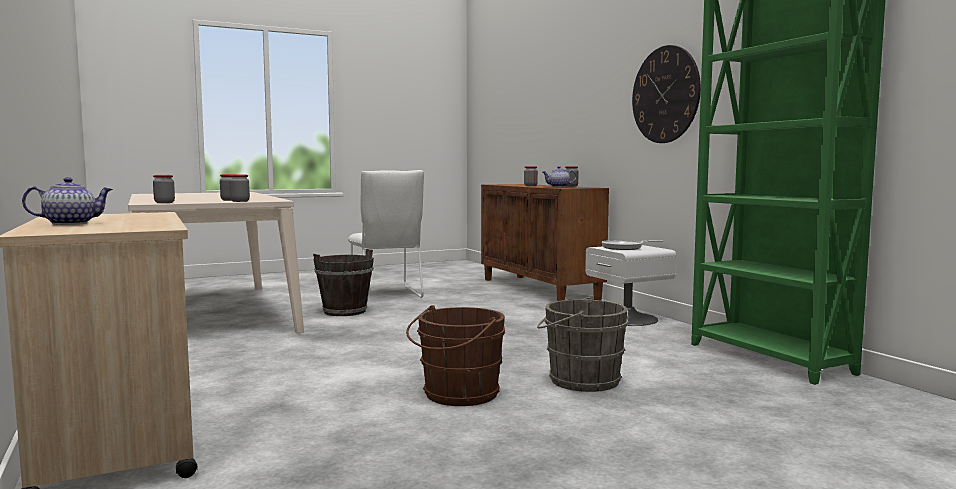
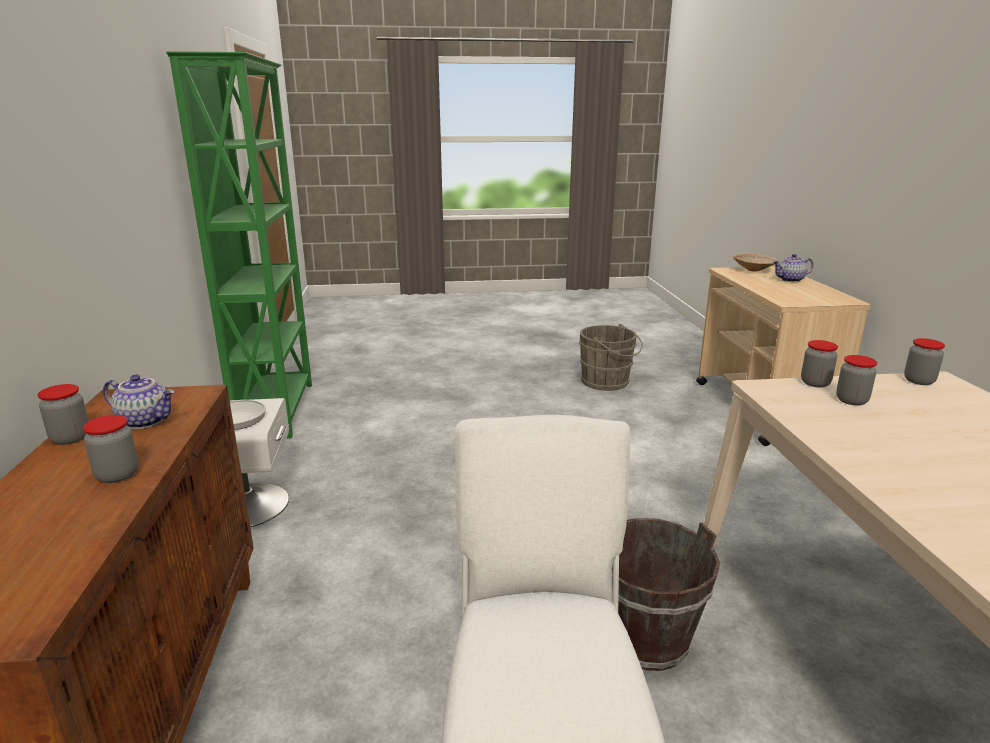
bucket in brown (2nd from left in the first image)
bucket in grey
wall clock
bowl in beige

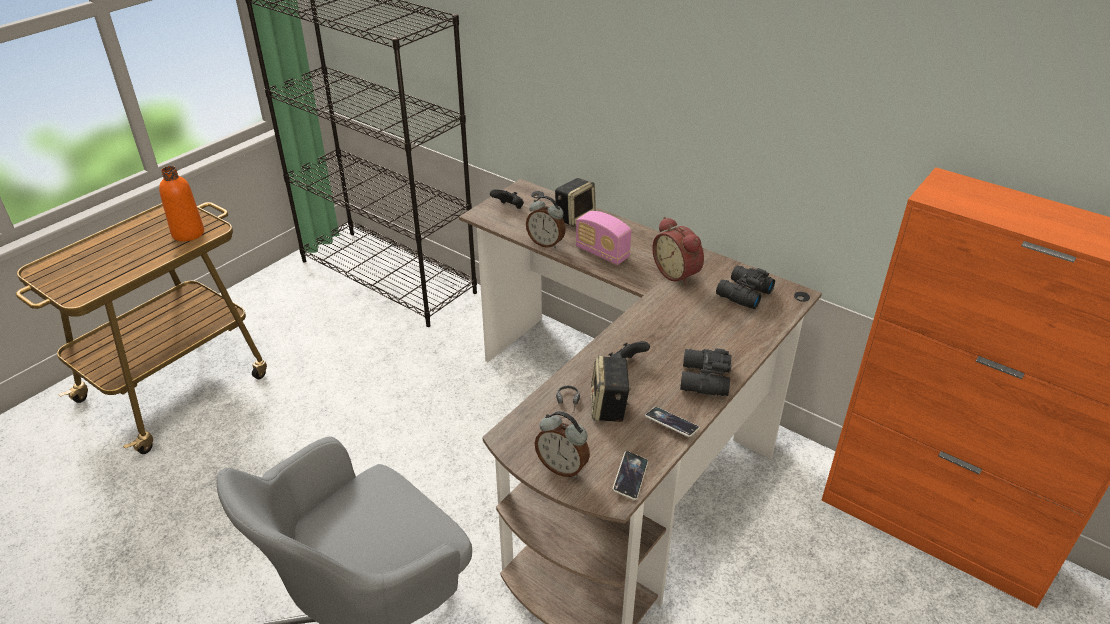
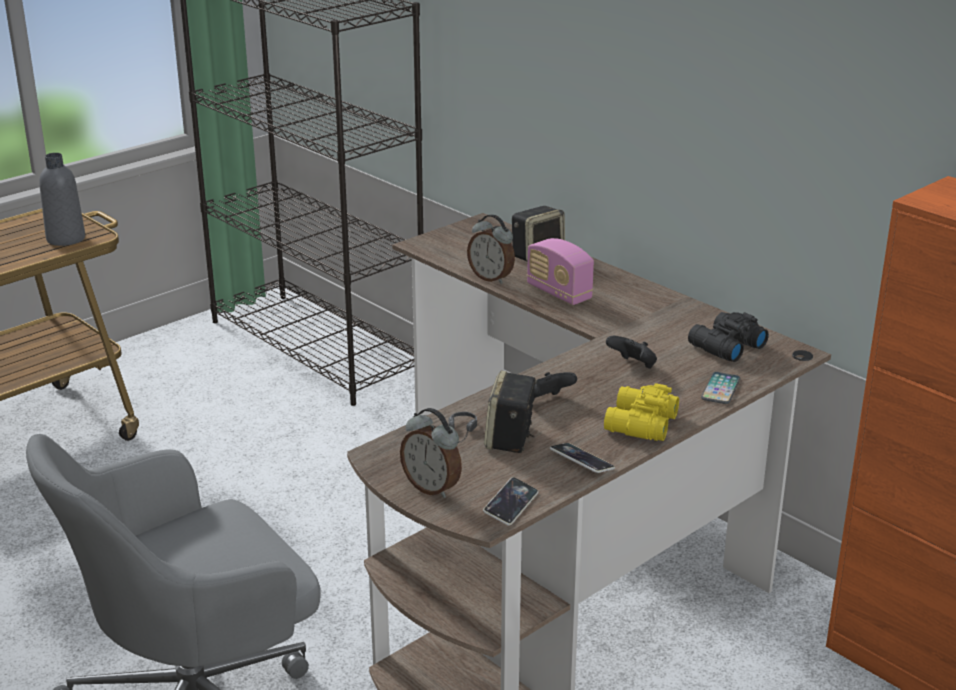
bottle in grey
game controller in black (2nd from left)
alarm clock (3rd from left in the first image)
binoculars in yellow
phone (3rd from left)

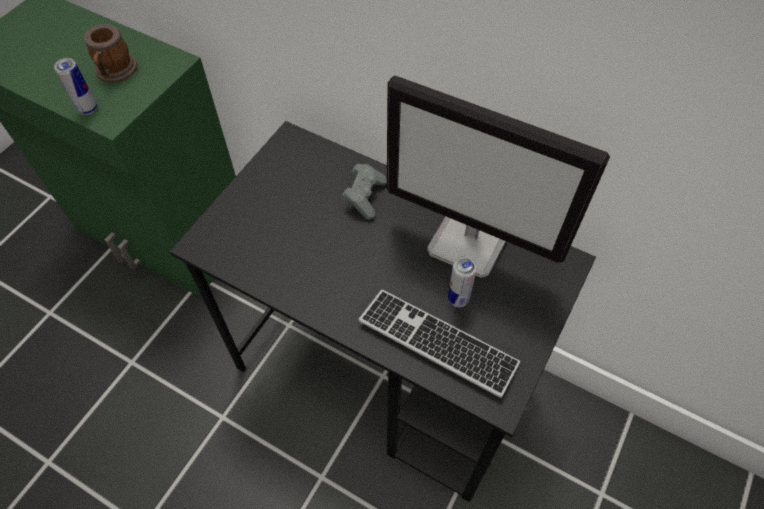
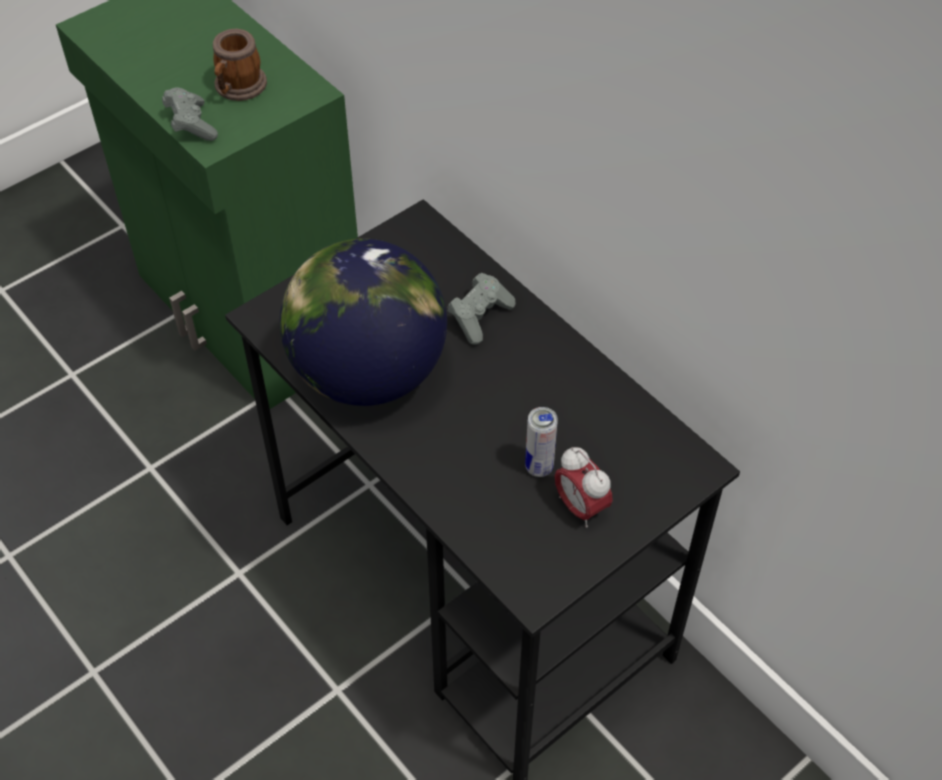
game controller in grey (1st from left)
keyboard
monitor
globe
alarm clock

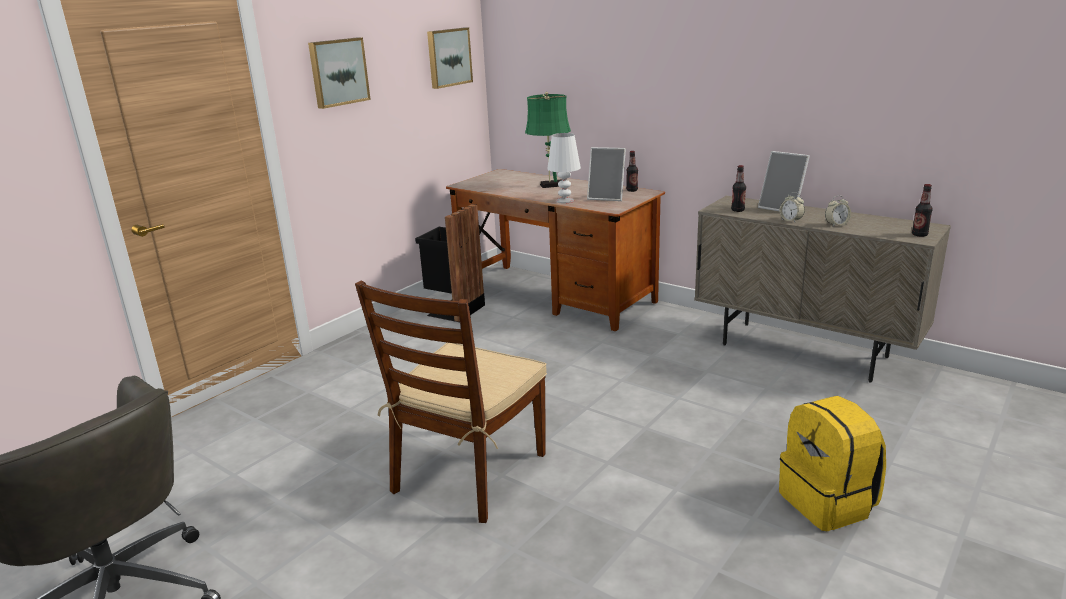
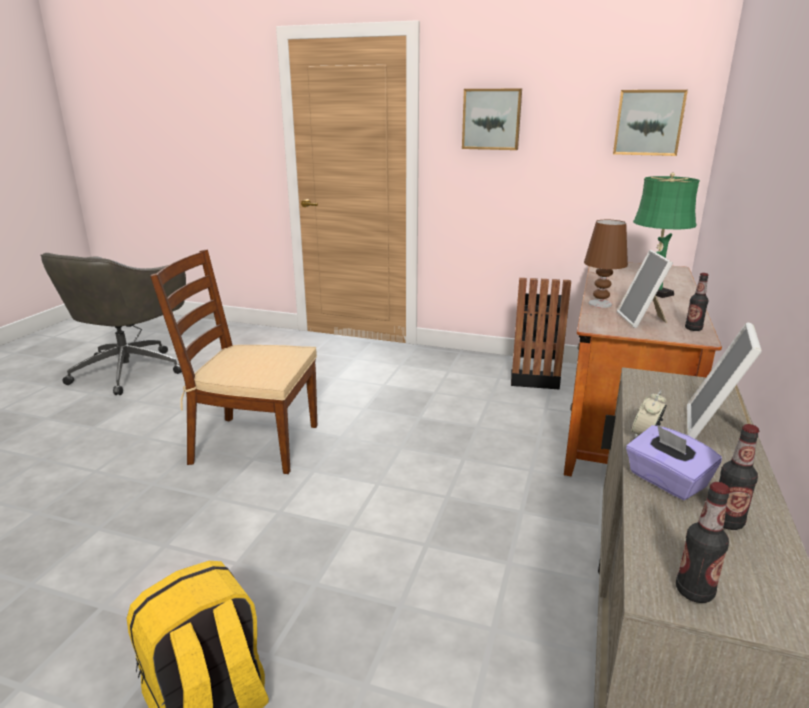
table lamp in brown
bottle (3rd from left)
tissue box in purple

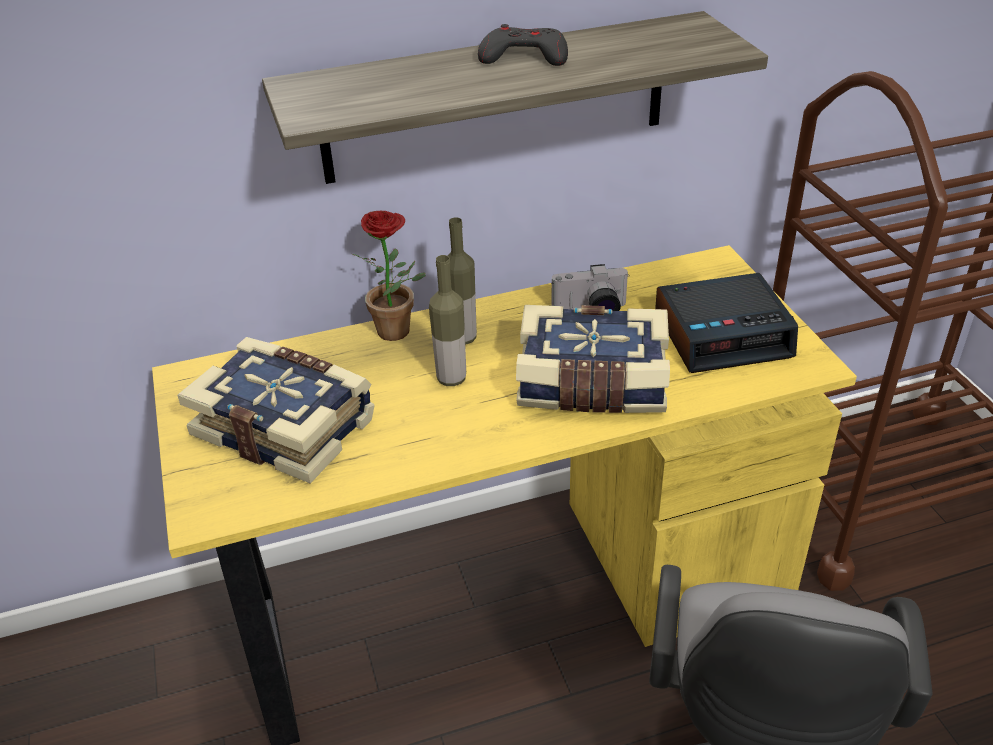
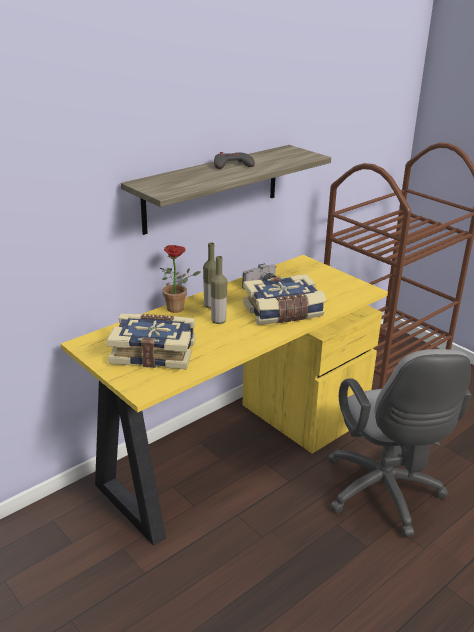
alarm clock

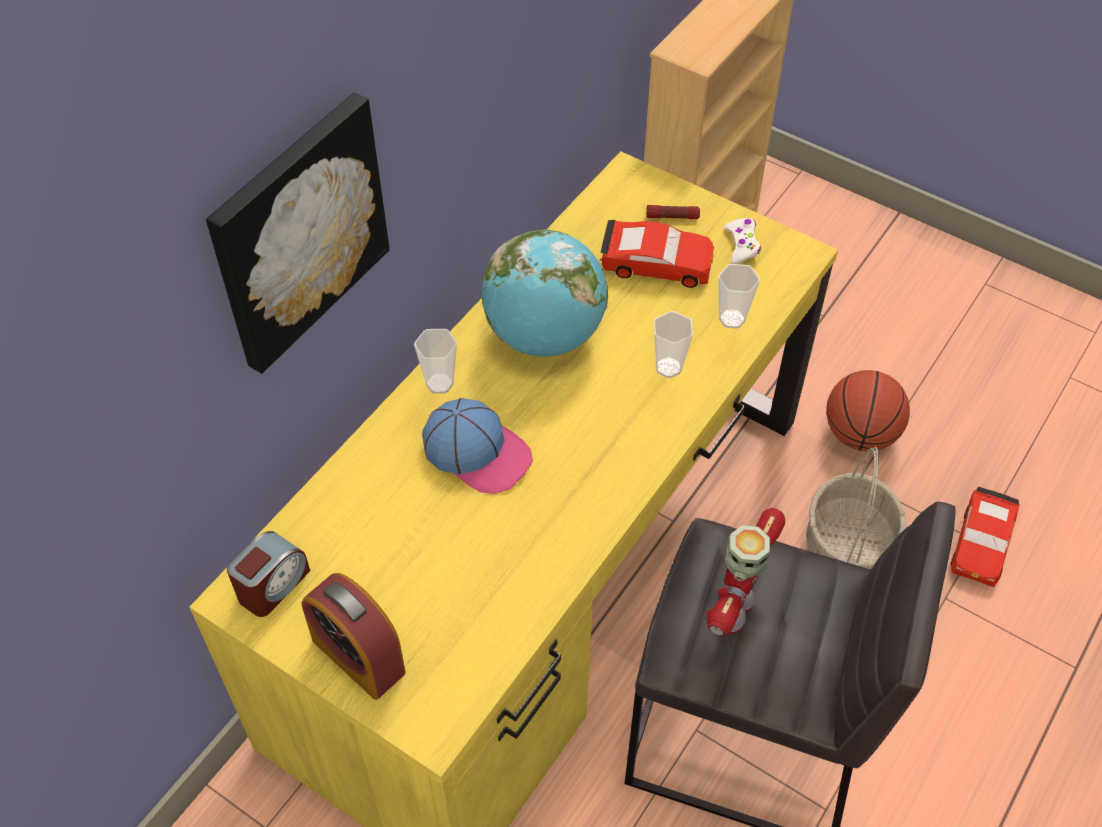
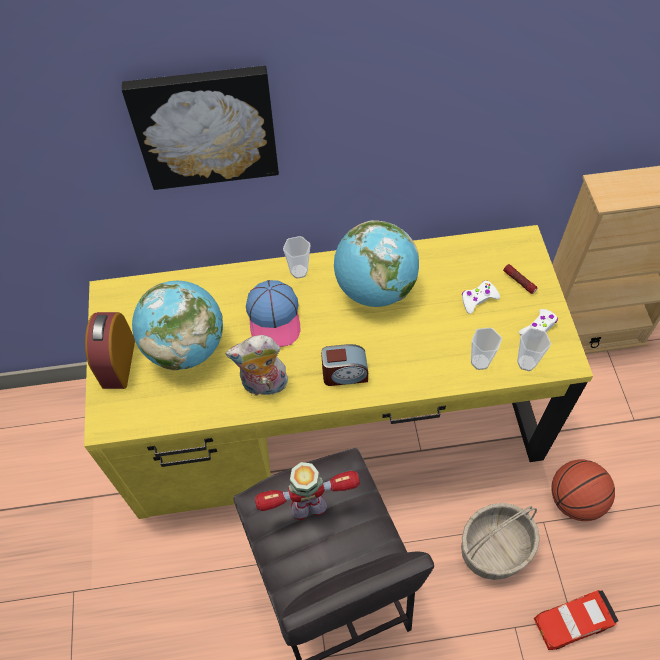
alarm clock (2nd from left)
game controller in white (1st from left)
cup (3rd from left)
globe (1st from left)
plush toy

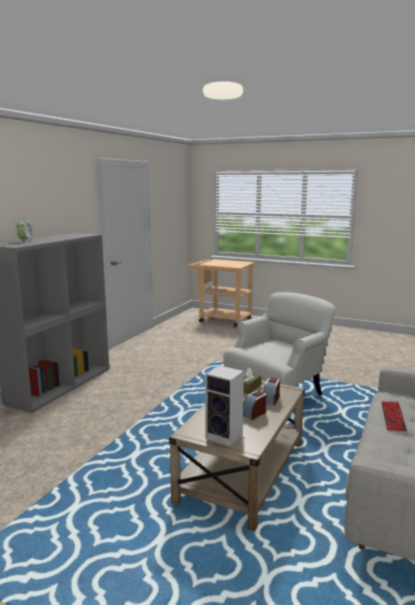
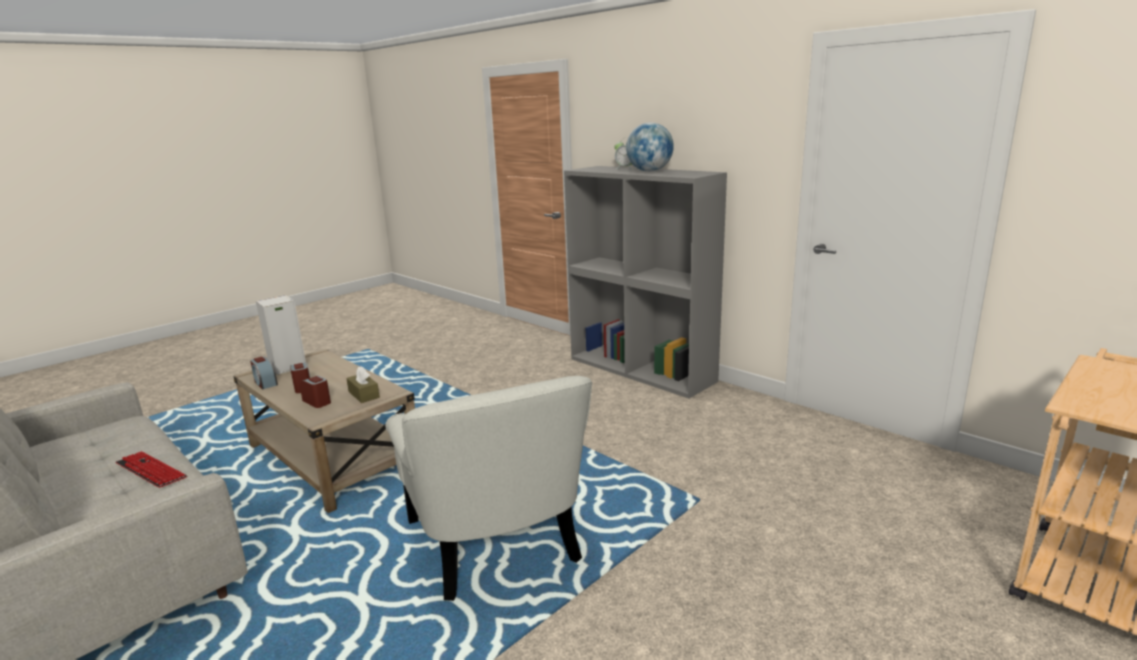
alarm clock (1st from left)
globe

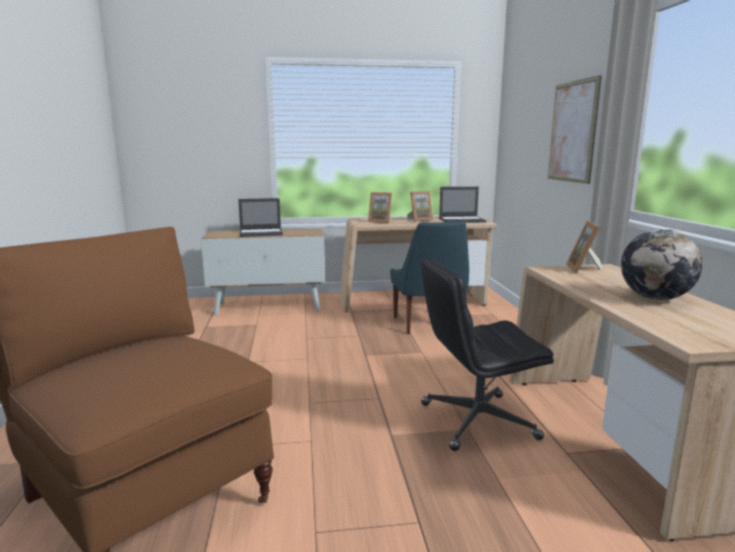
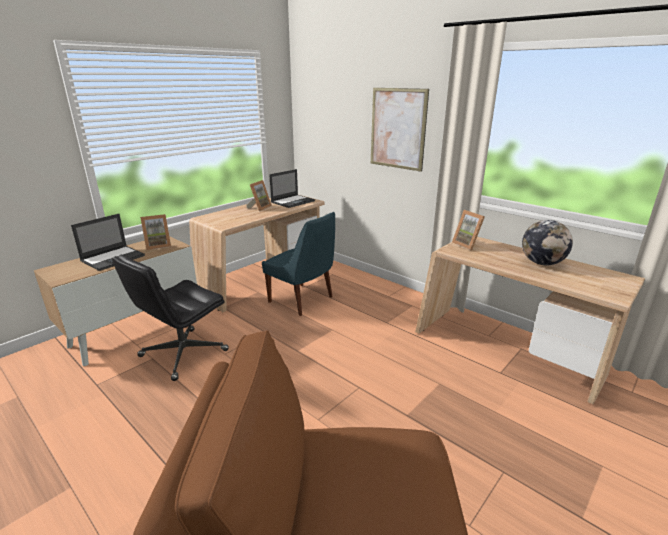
picture frame (1st from left)
office chair in black

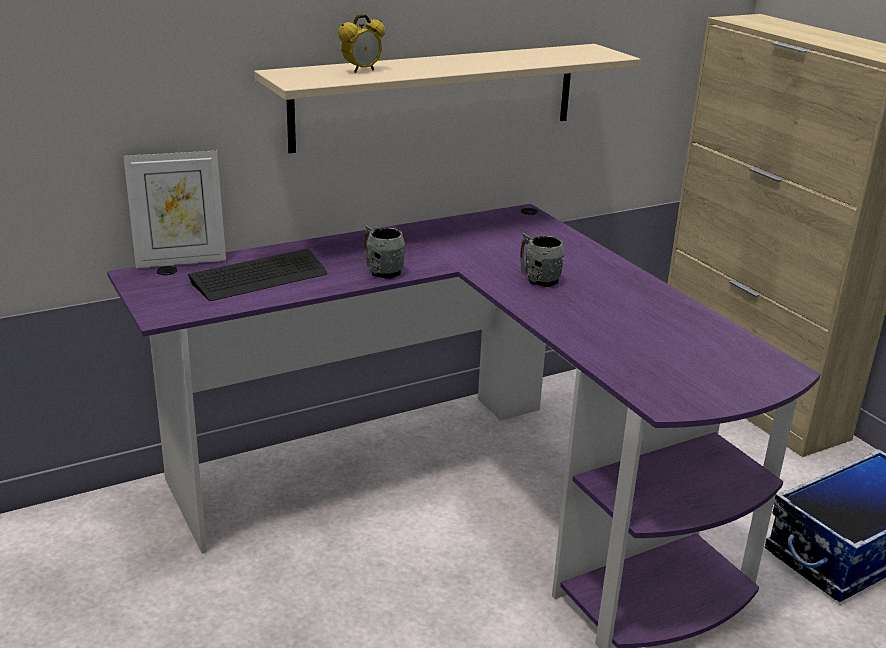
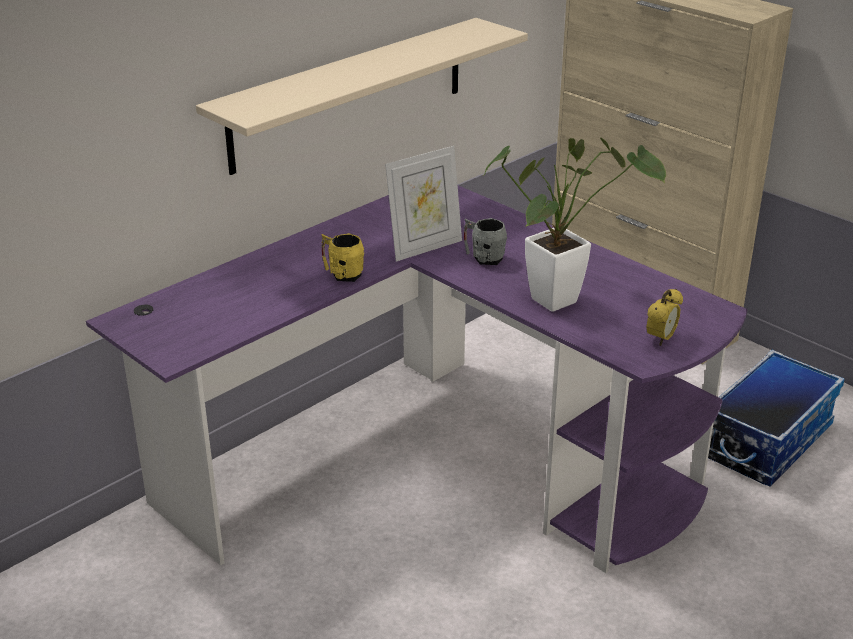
picture frame
keyboard
alarm clock
mug in yellow
potted plant

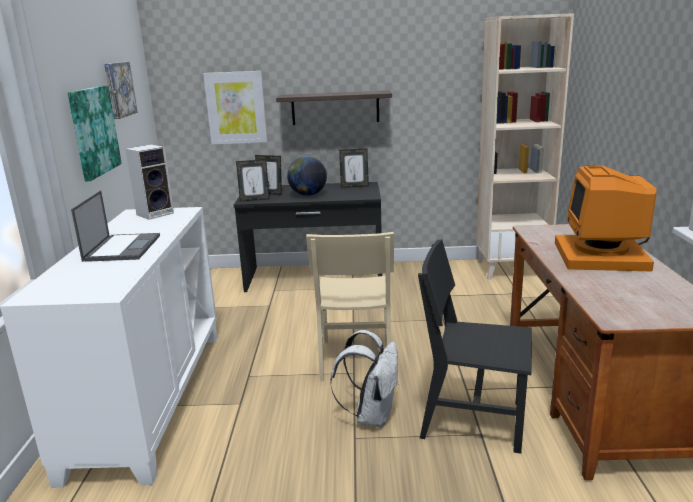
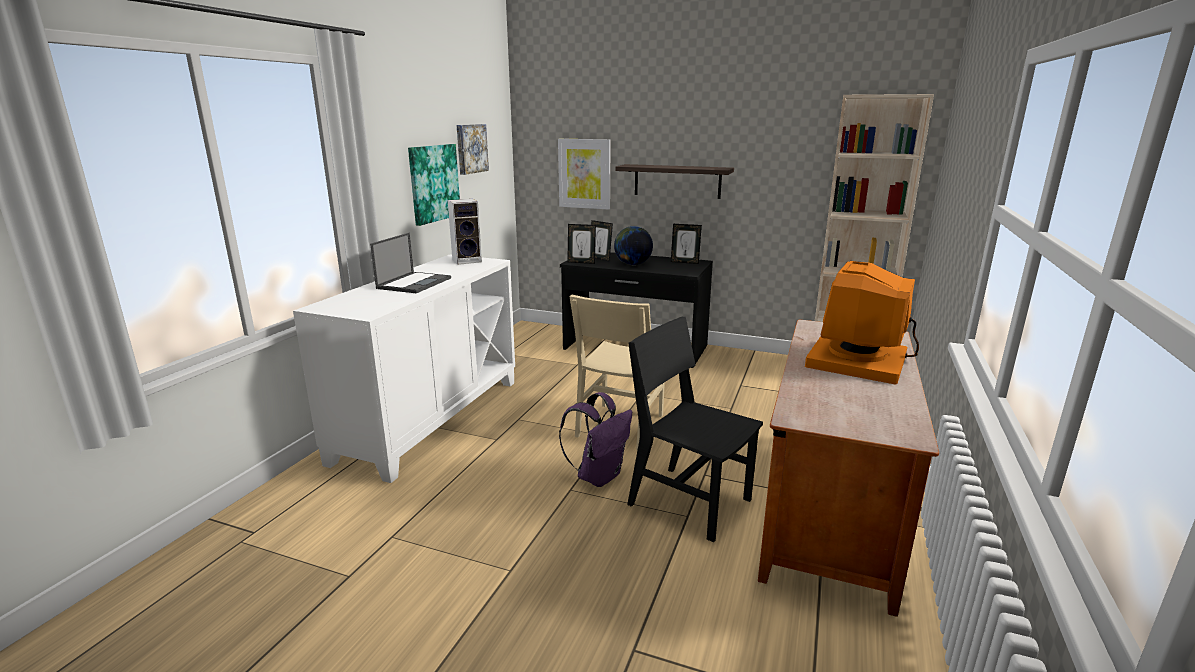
backpack in purple

